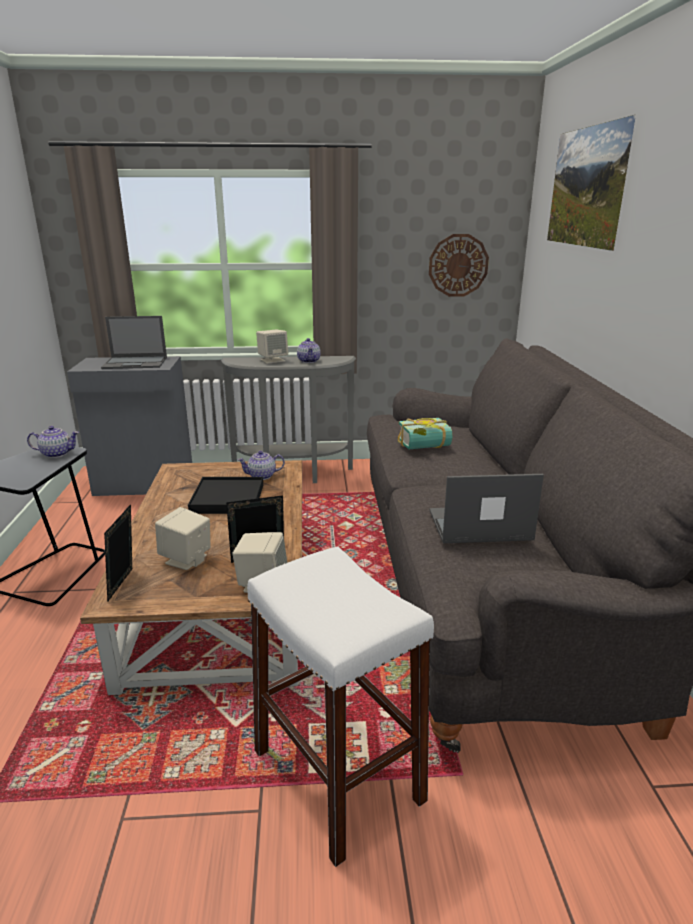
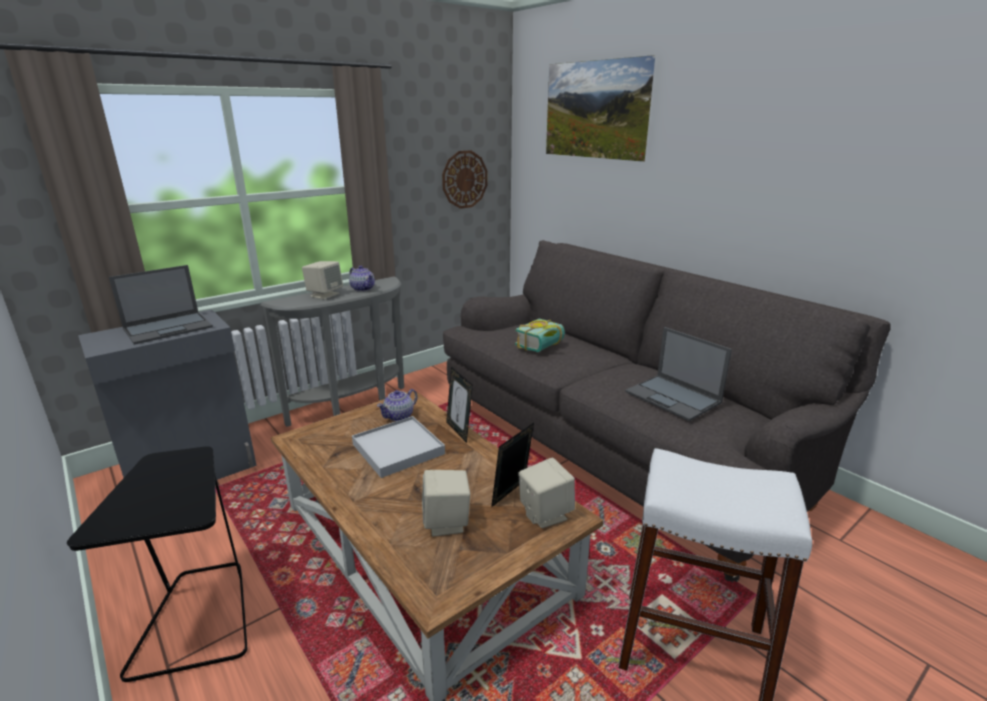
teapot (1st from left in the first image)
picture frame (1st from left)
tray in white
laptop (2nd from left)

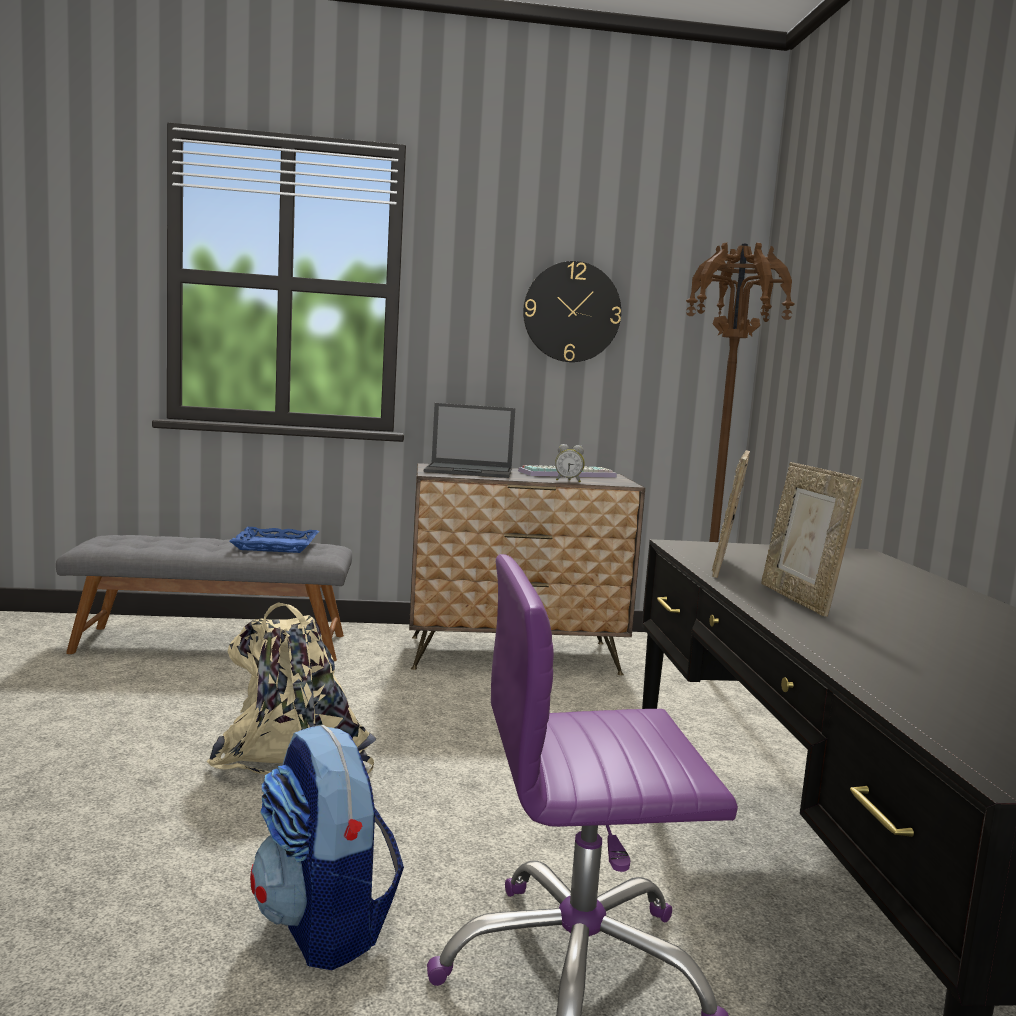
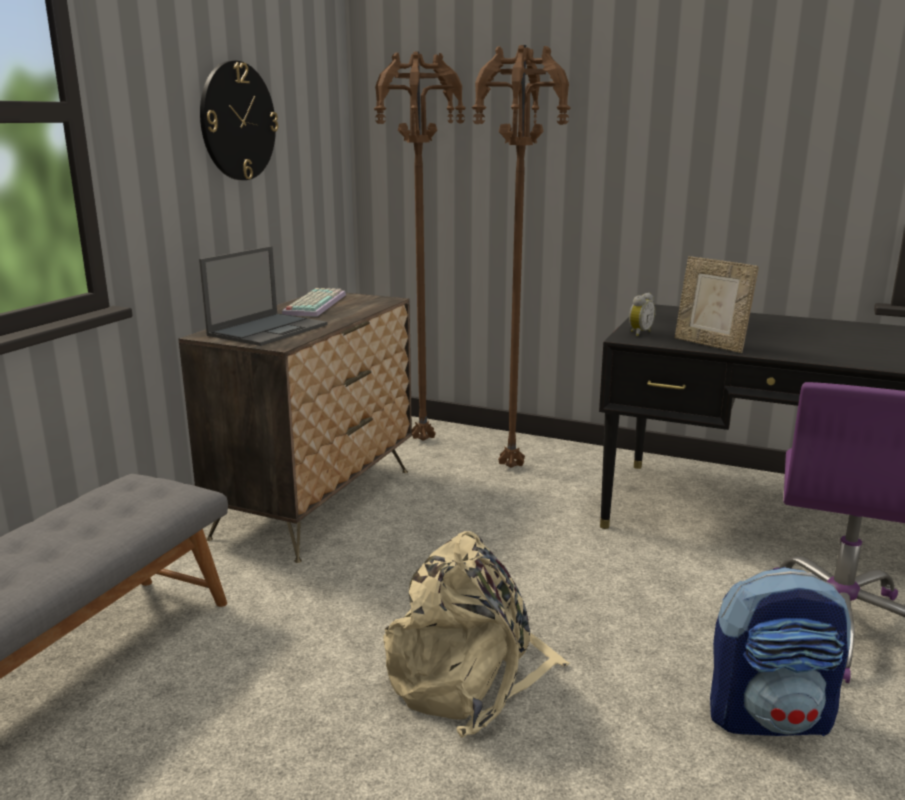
tray in blue
alarm clock
picture frame (2nd from left in the first image)
floor lamp in brown (2nd from left)

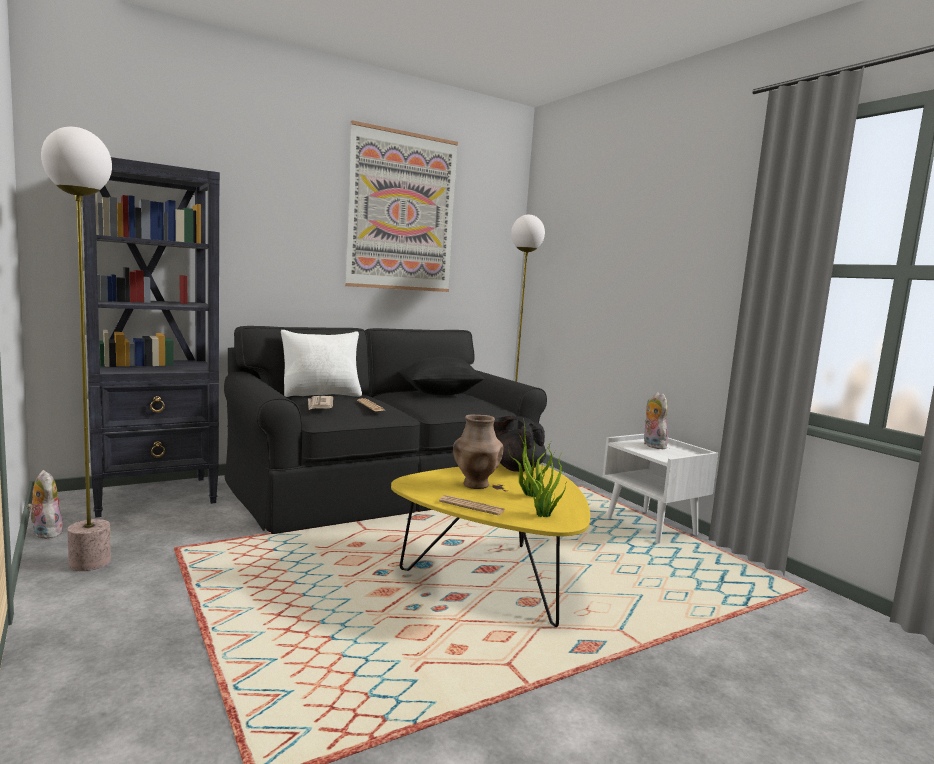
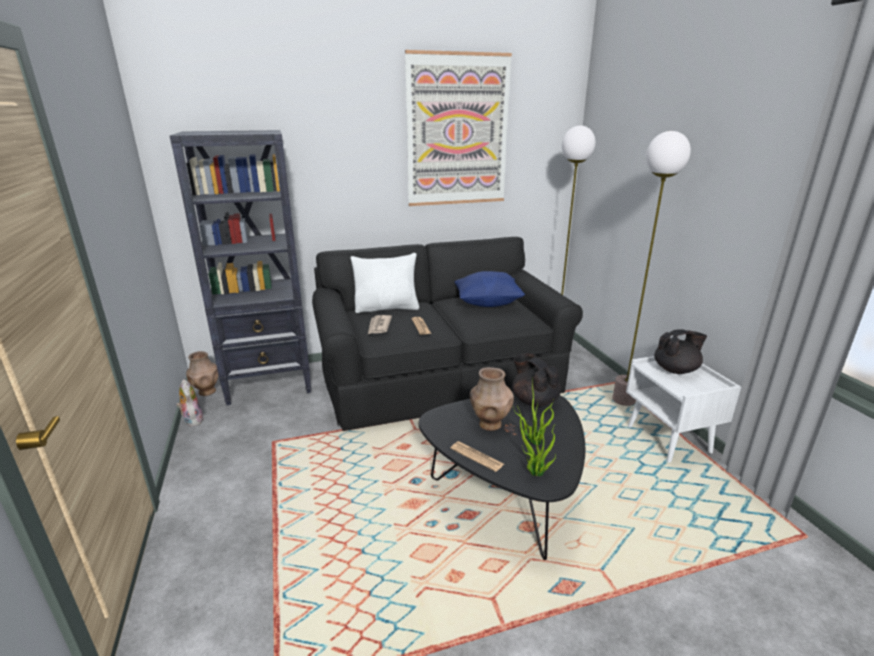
floor lamp (2nd from left)
coffee table in black
pillow in blue
teapot in black (2nd from left)
vase in brown (1st from left)

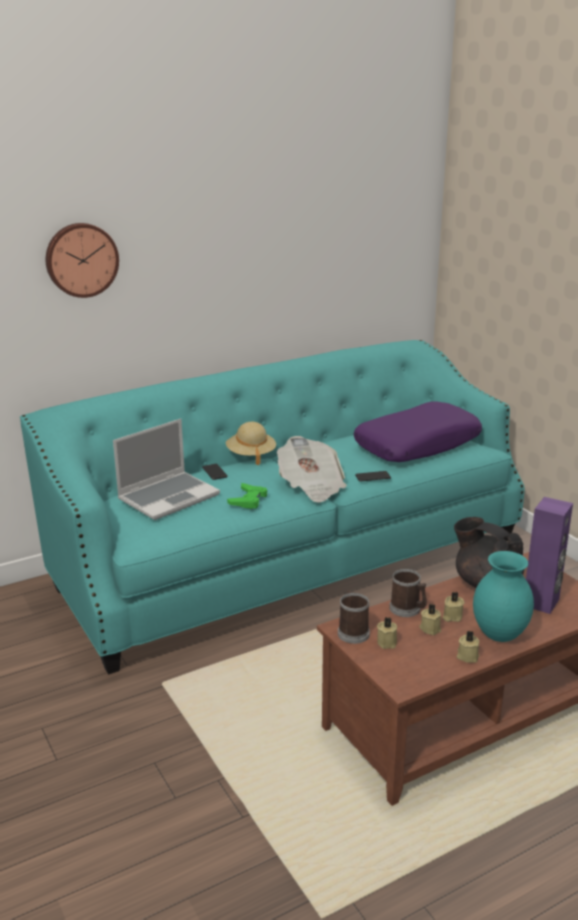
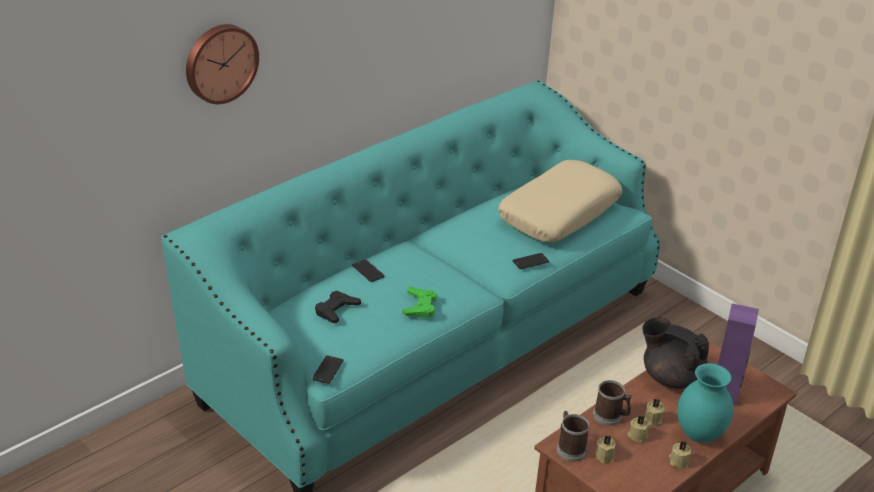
game controller in black
hat in beige
newspaper
pillow in beige
phone (1st from left)

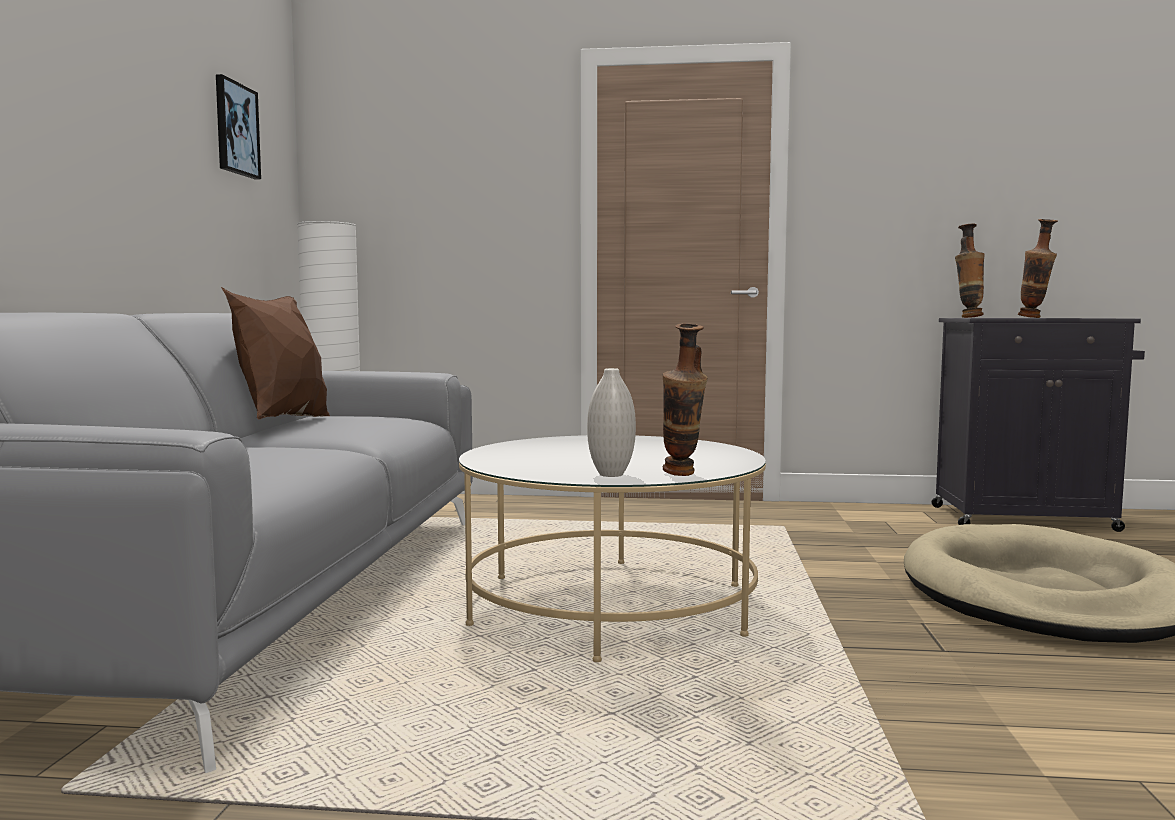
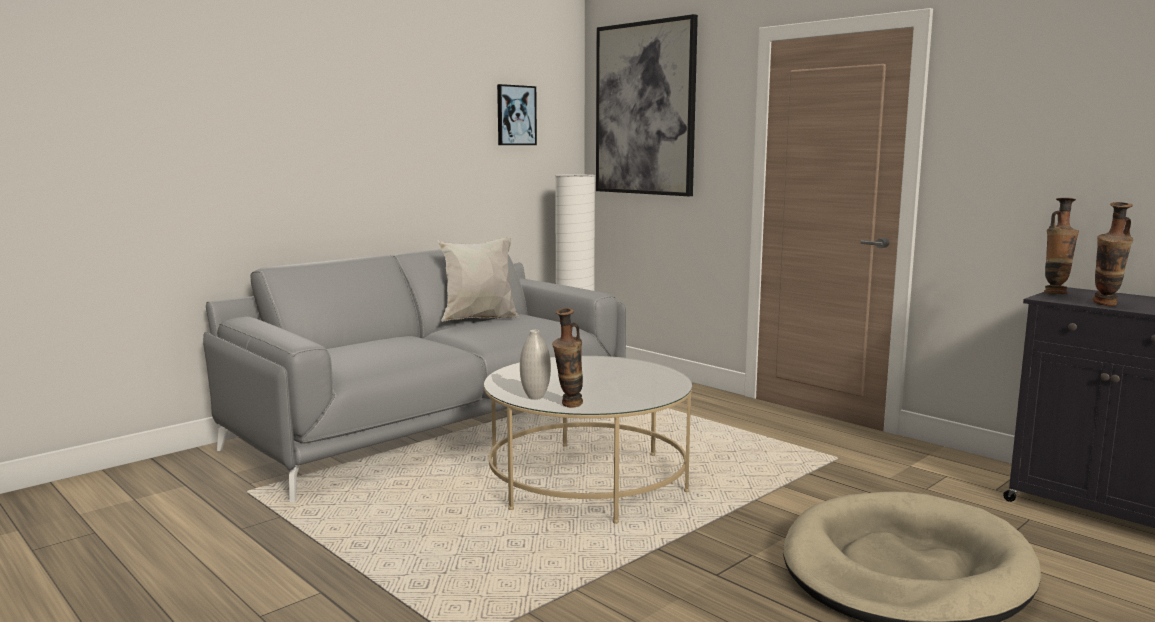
pillow in white
picture (2nd from left)

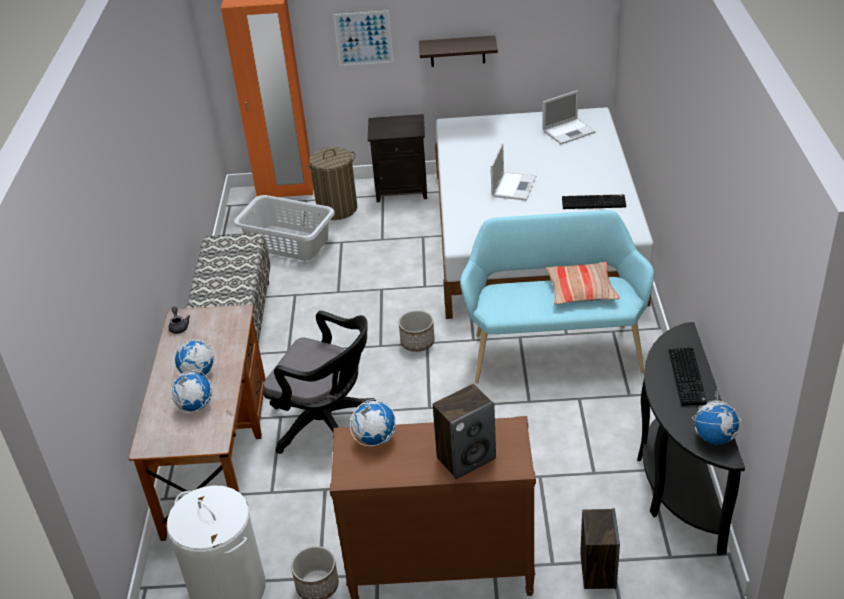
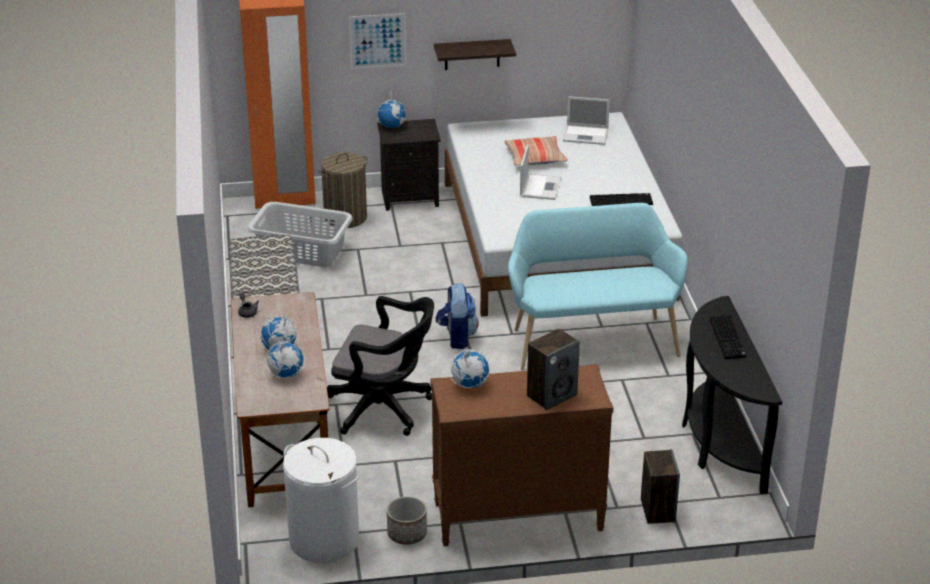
backpack
laptop (2nd from left)
pillow
globe (3rd from left)

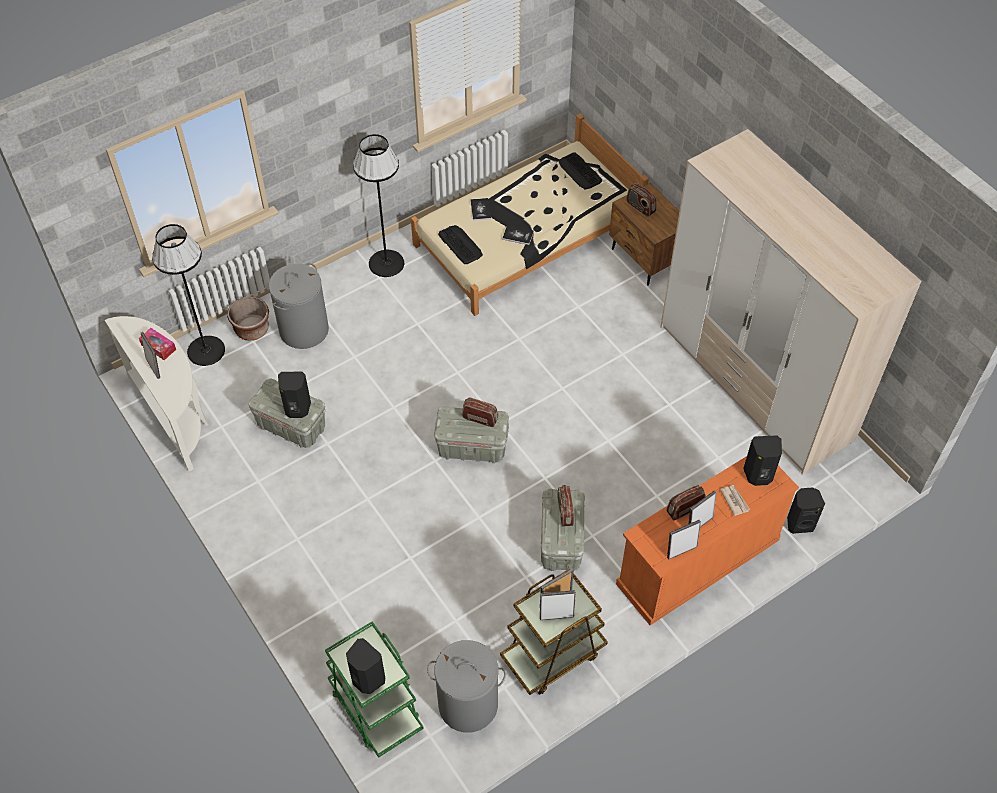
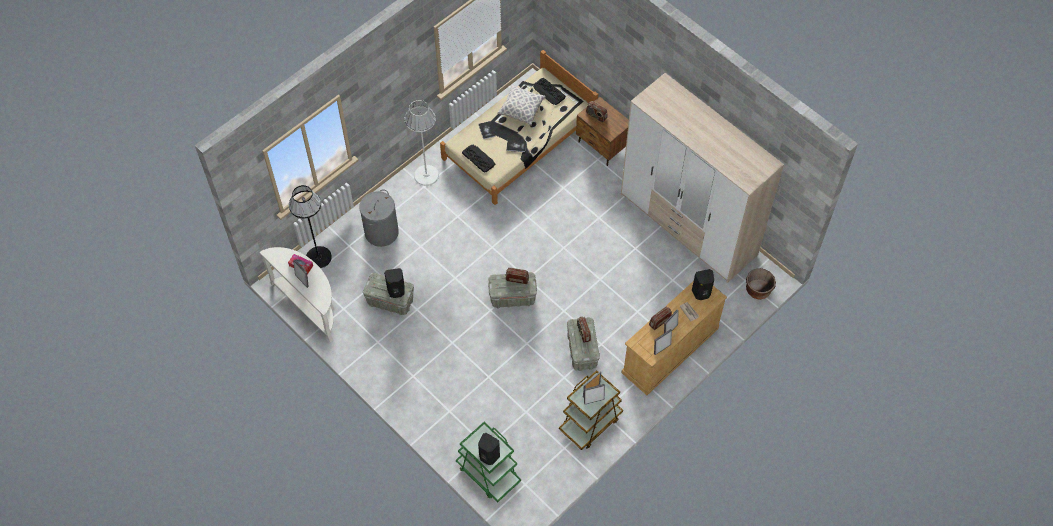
planter in brown
floor lamp in white
laundry basket in grey (2nd from left in the first image)
dresser in beige
speaker in black (4th from left in the first image)
pillow

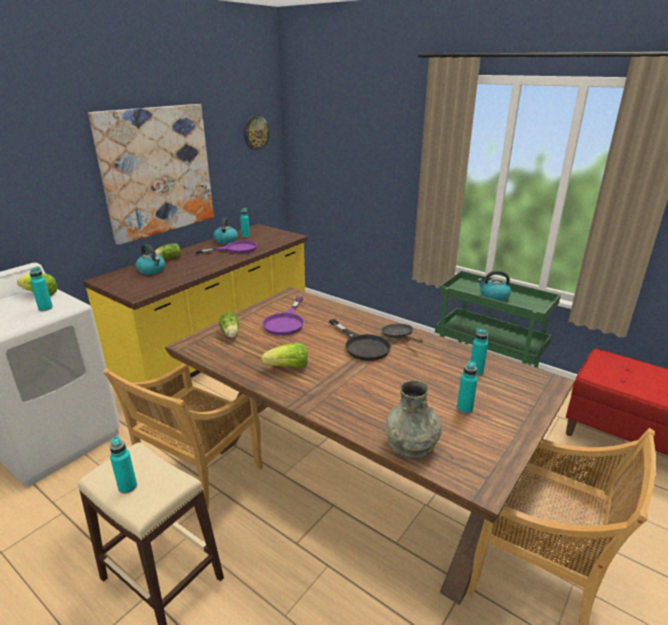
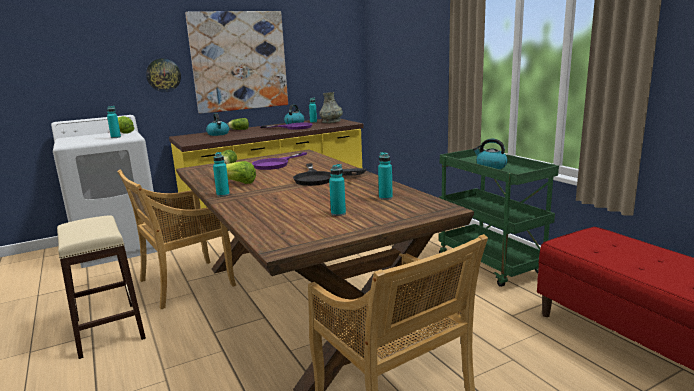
bottle in turquoise (2nd from left)
wall clock
vase in grey

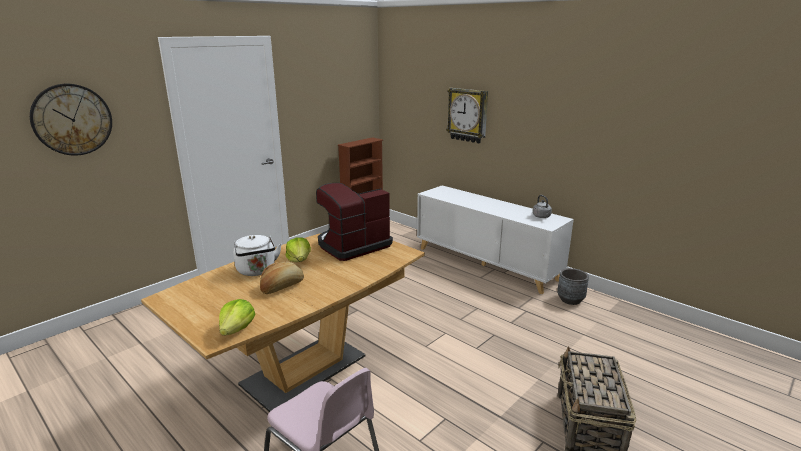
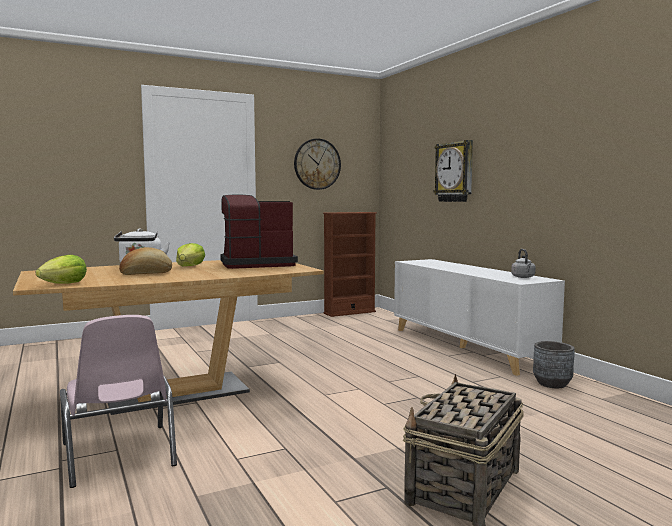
wall clock (1st from left)

